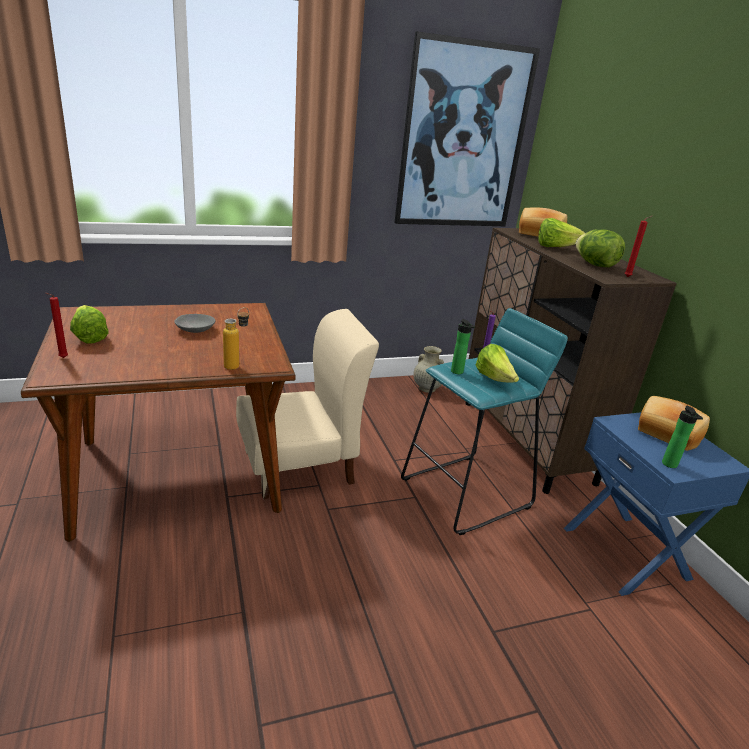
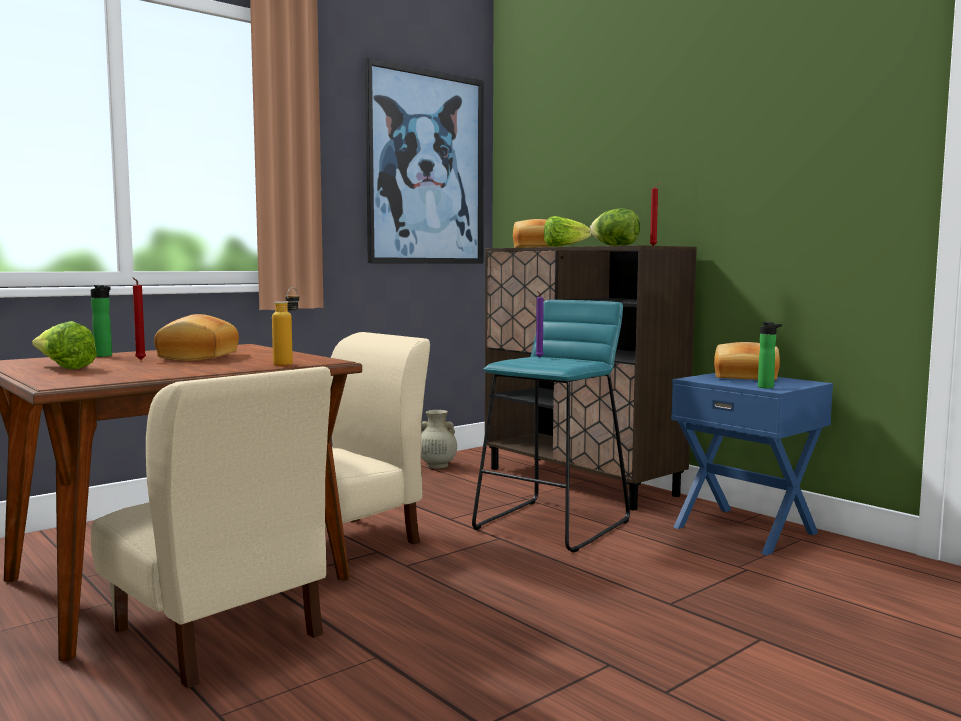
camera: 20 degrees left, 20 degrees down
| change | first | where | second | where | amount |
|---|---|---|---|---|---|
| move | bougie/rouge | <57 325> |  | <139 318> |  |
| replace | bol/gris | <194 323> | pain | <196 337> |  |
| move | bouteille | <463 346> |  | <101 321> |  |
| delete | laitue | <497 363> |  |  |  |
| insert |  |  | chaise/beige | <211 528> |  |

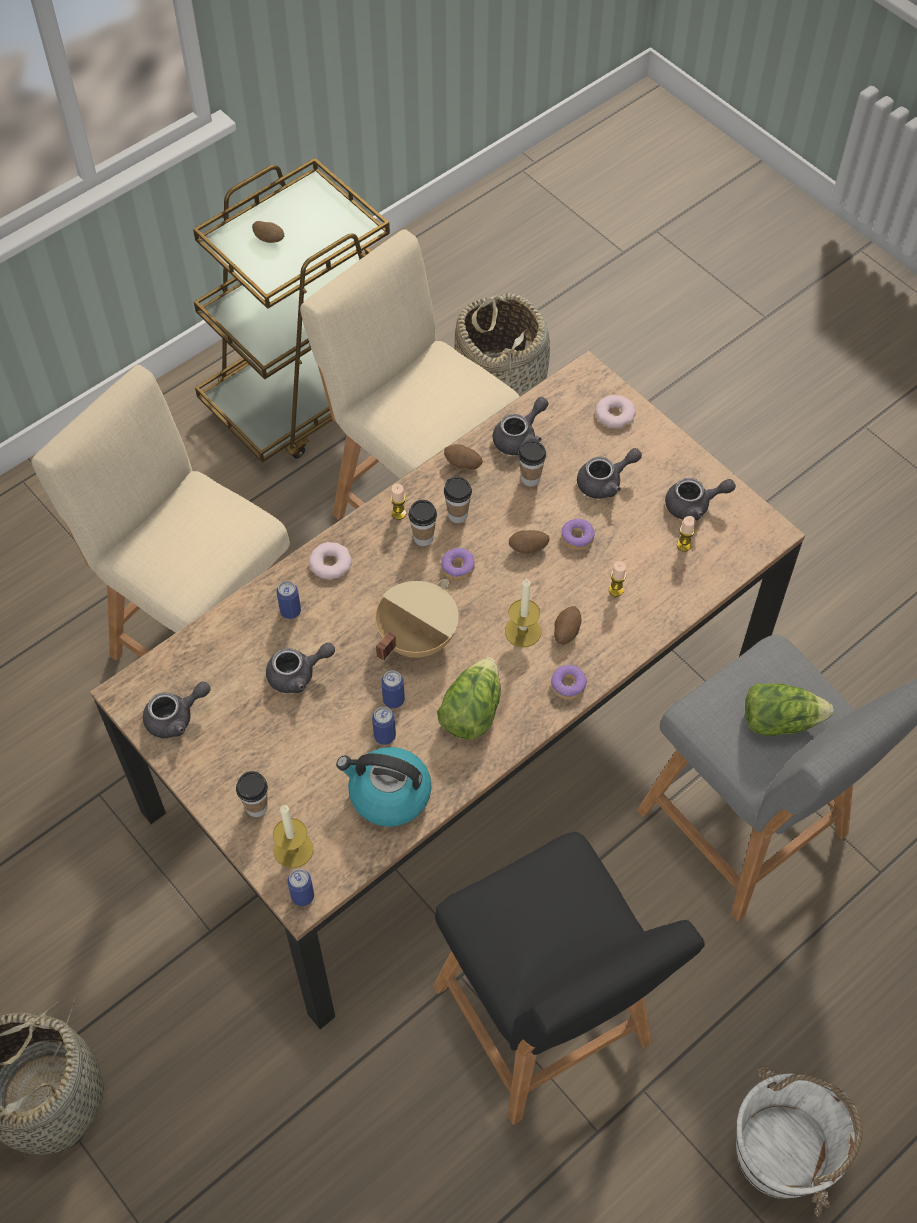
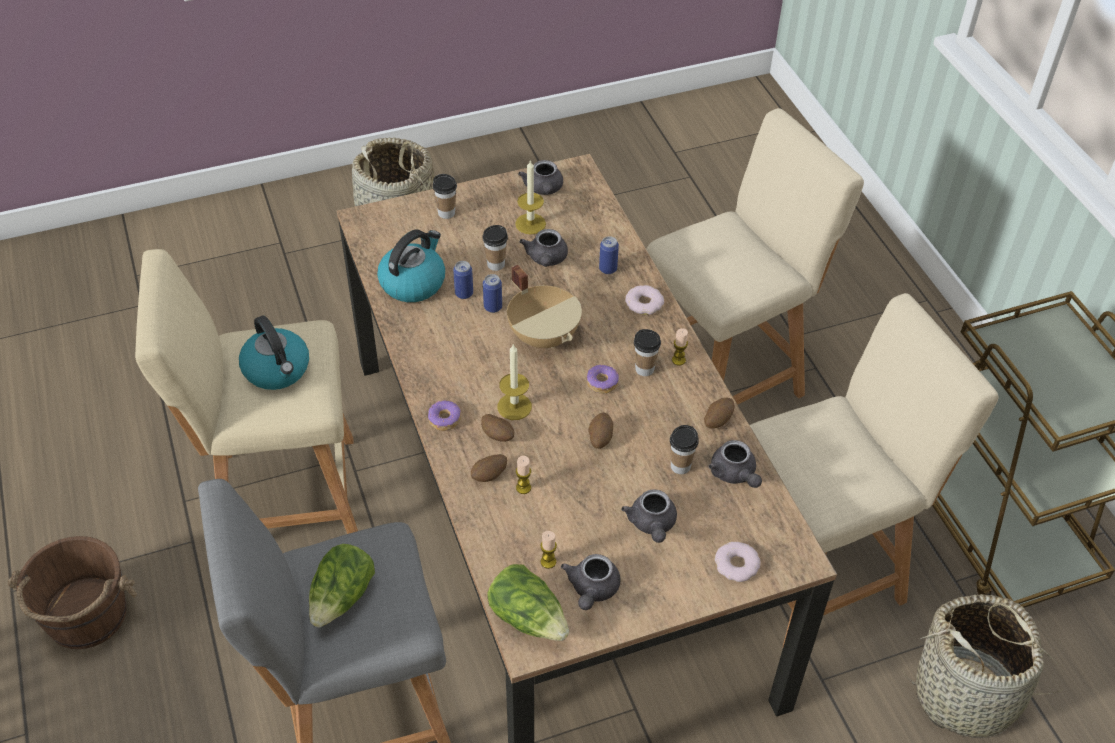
camera: 110 degrees right, 10 degrees down
| change | first | where | second | where | amount |
|---|---|---|---|---|---|
| move | pomme de terre | <268 232> |  | <489 468> |  |
| move | bougie | <293 836> |  | <530 197> |  |
| delete | boîte métallique | <300 887> |  |  |  |
| recolor | tabouret/noir | <569 978> | tabouret/beige | <246 391> |  |
| move | laitue | <469 698> |  | <528 602> |  |
| move | tasse | <458 499> |  | <495 248> |  |
| delete | beignet | <578 534> |  |  |  |
| recolor | seau/blanc | <799 1141> | seau/marron | <72 592> |  |
| insert |  |  | bouilloire | <274 352> |  |

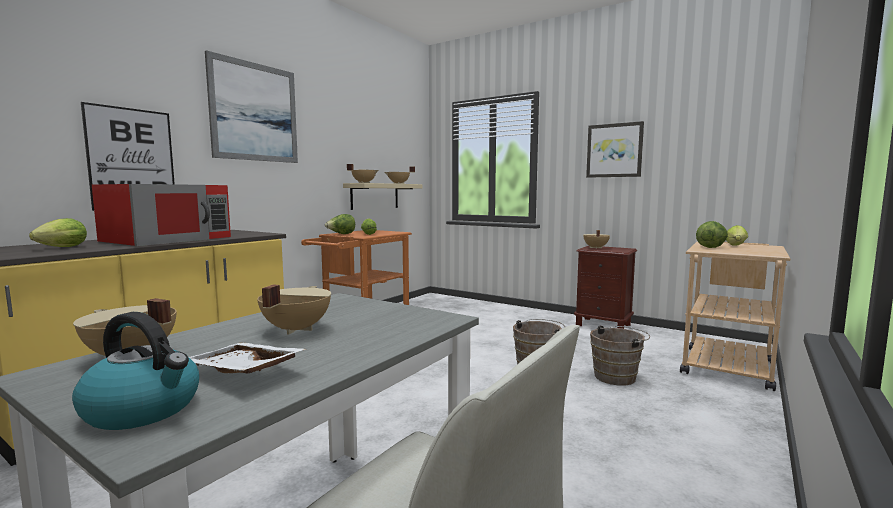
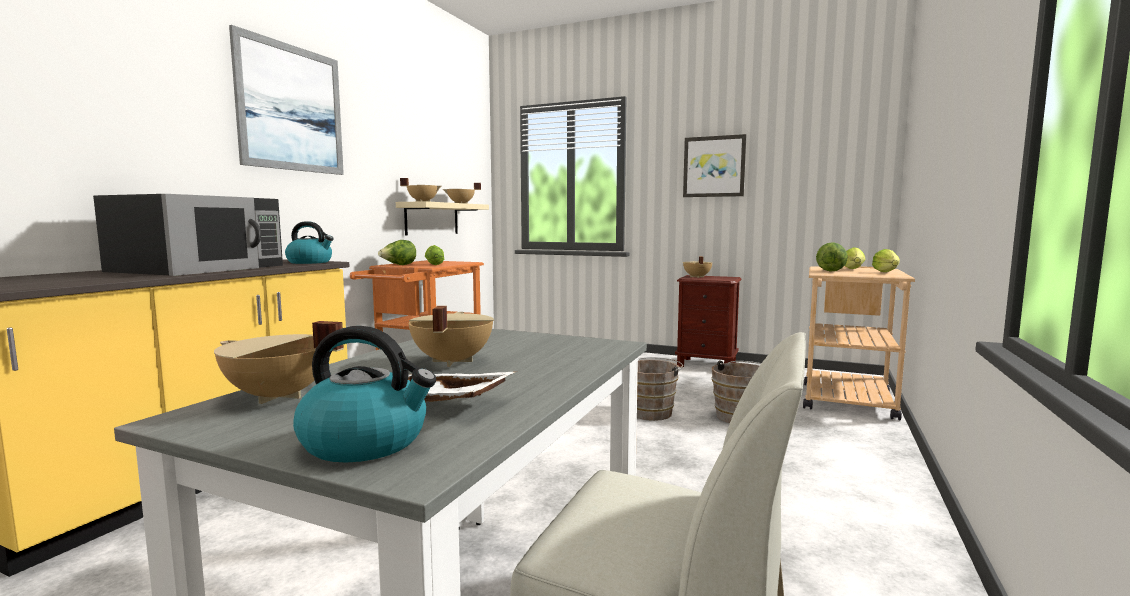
camera: 10 degrees left, 0 degrees up
| change | first | where | second | where | amount |
|---|---|---|---|---|---|
| move | laitue | <58 232> |  | <886 260> |  |
| delete | tableau | <128 156> |  |  |  |
| recolor | micro-ondes/rouge | <161 215> | micro-ondes/noir | <188 235> |  |
| insert |  |  | bouilloire | <309 242> |  |

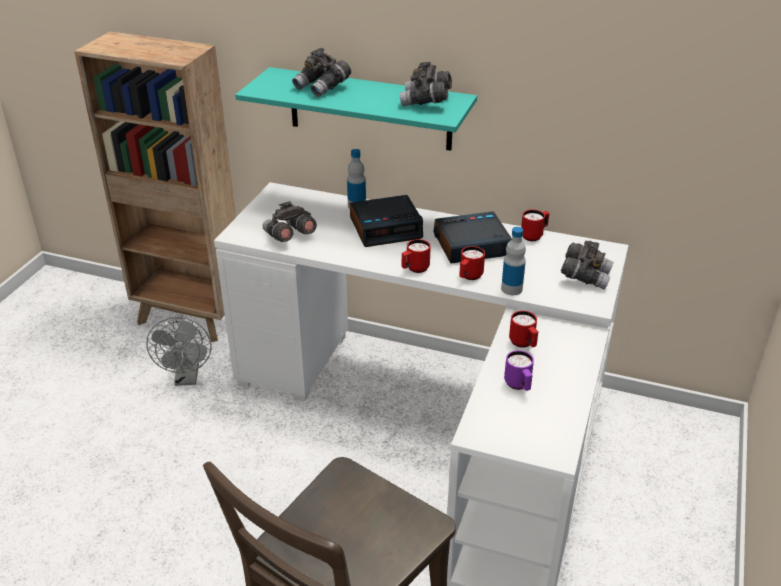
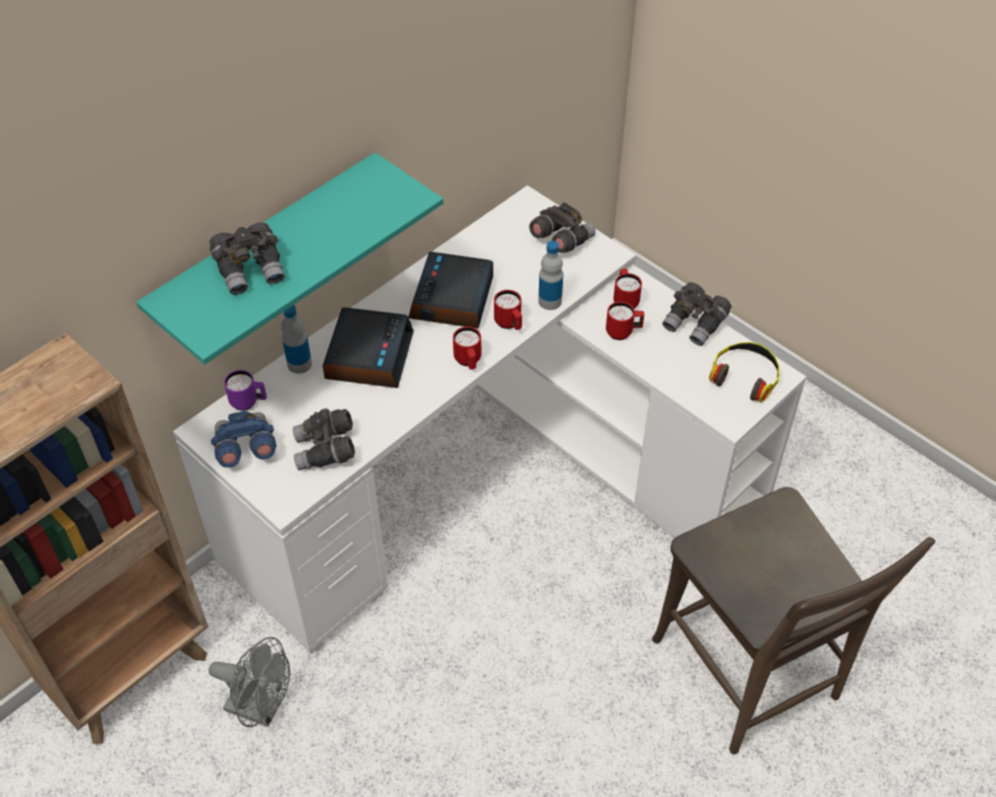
camera: 65 degrees left, 15 degrees up
| change | first | where | second | where | amount |
|---|---|---|---|---|---|
| move | jumelles/gris | <426 84> |  | <697 314> |  |
| move | mug/violet | <519 370> |  | <245 390> |  |
| move | mug/rouge | <535 225> |  | <627 289> |  |
| insert |  |  | jumelles/bleu | <243 439> |  |
| insert |  |  | casque audio | <744 372> |  |

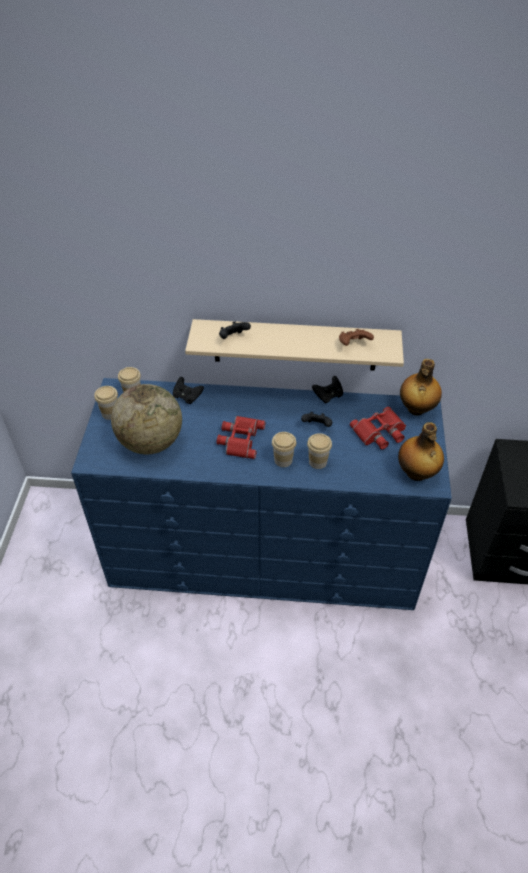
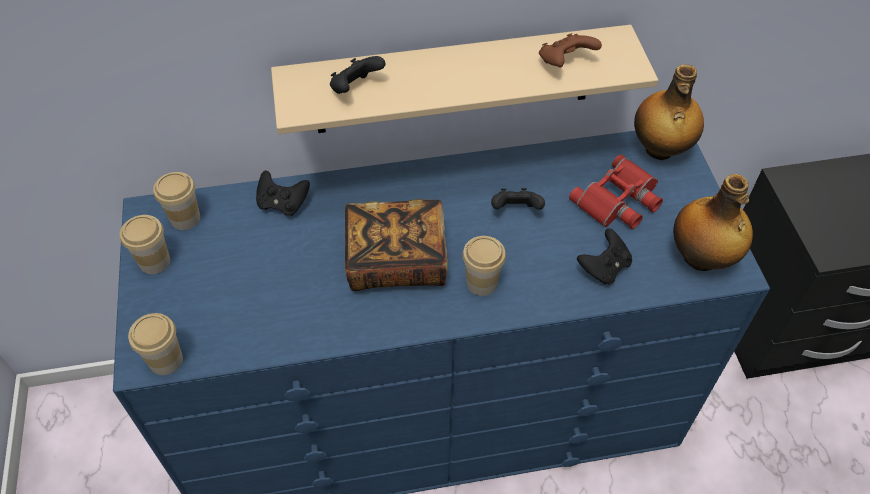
camera: 15 degrees left, 5 degrees up
| change | first | where | second | where | amount |
|---|---|---|---|---|---|
| delete | globe | <146 419> |  |  |  |
| replace | jumelles/rouge | <241 437> | livre | <396 245> |  |
| move | tasse | <319 451> |  | <155 344> |  |
| move | manette/noir | <327 389> |  | <604 256> |  |

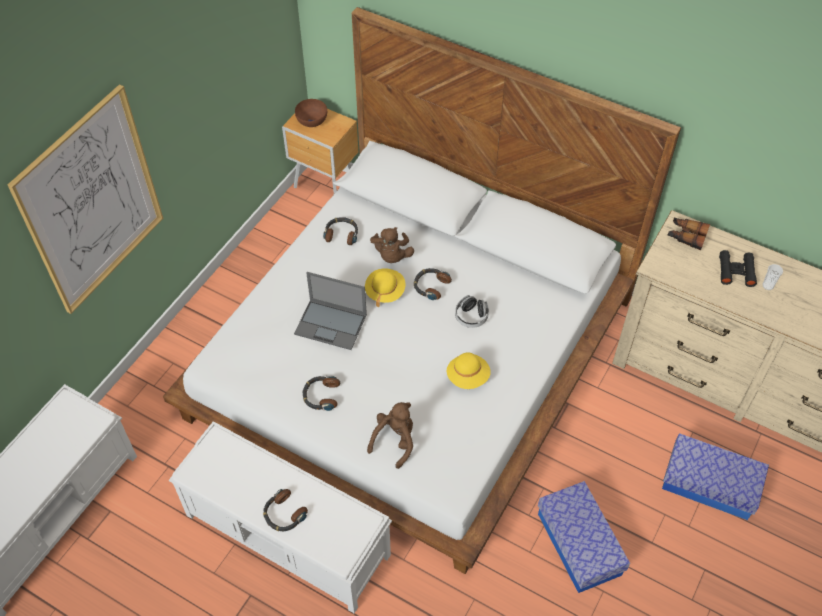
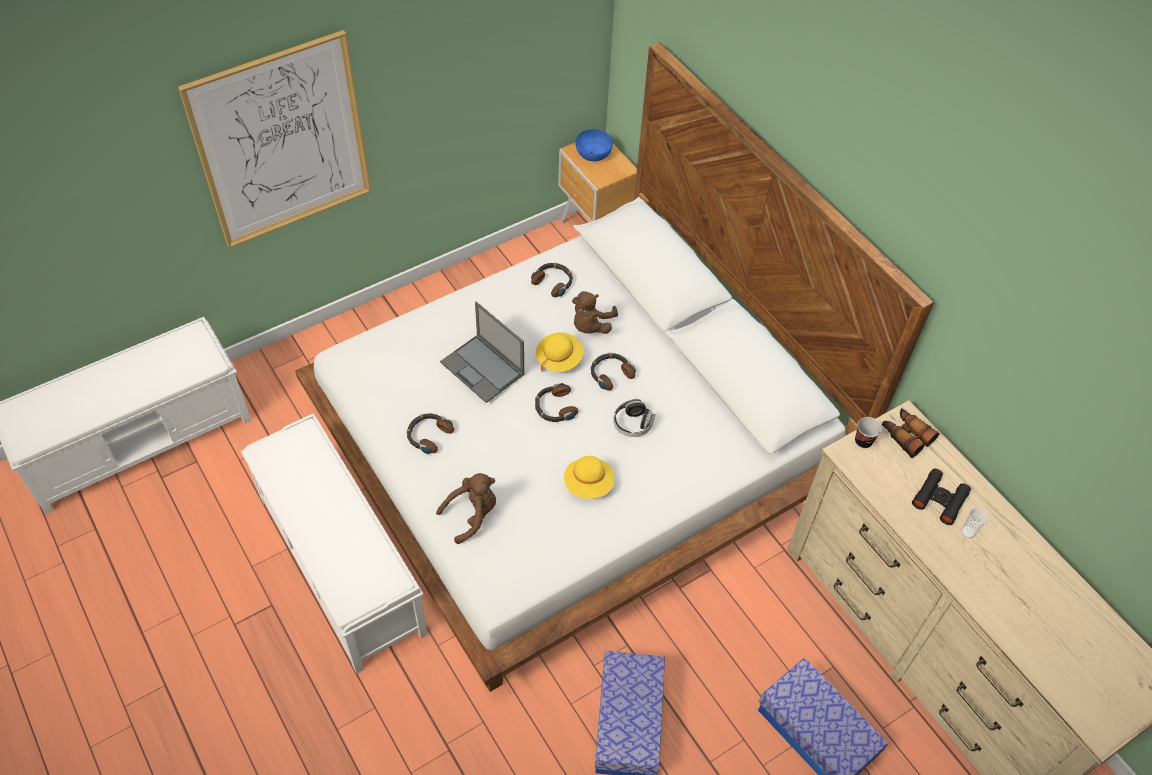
camera: 25 degrees right, 0 degrees up
| change | first | where | second | where | amount |
|---|---|---|---|---|---|
| move | casque audio | <285 510> |  | <556 402> |  |
| recolor | bol/marron | <311 113> | bol/bleu | <594 145> |  |
| insert |  |  | tasse | <868 432> |  |

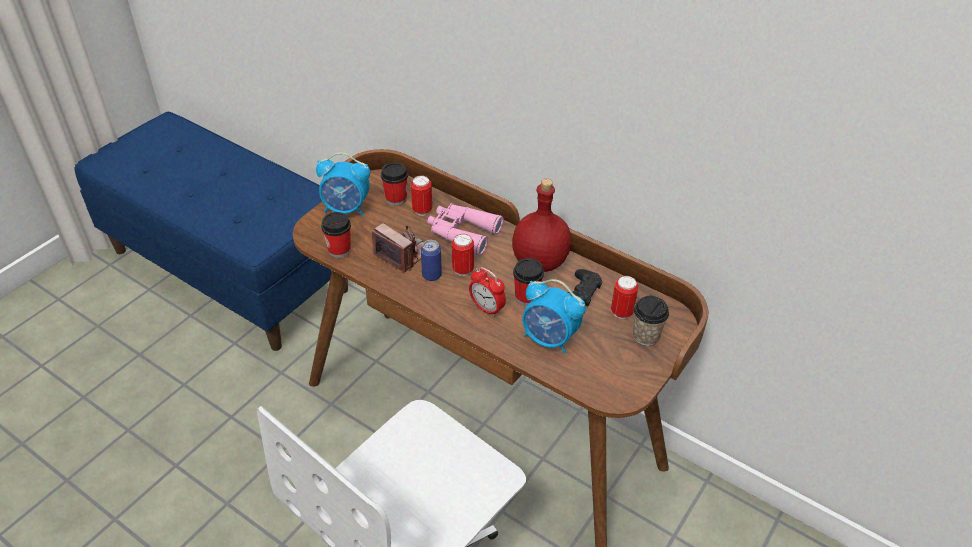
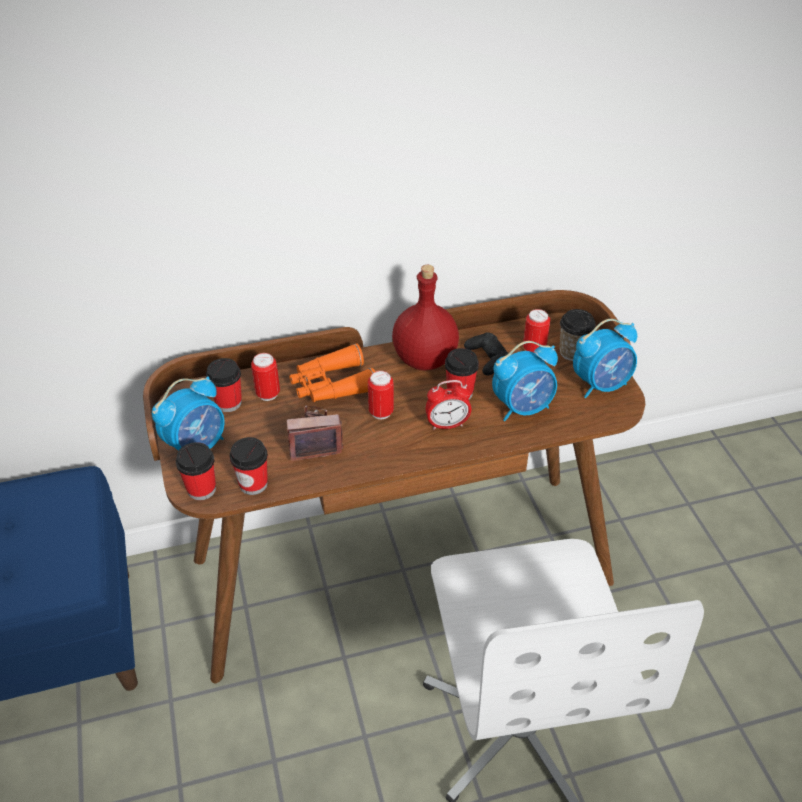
camera: 50 degrees left, 0 degrees up
| change | first | where | second | where | amount |
|---|---|---|---|---|---|
| delete | boîte métallique | <431 260> |  |  |  |
| recolor | jumelles/rose | <465 229> | jumelles/orange | <332 372> |  |
| insert |  |  | tasse | <196 471> |  |
| insert |  |  | réveil | <605 358> |  |

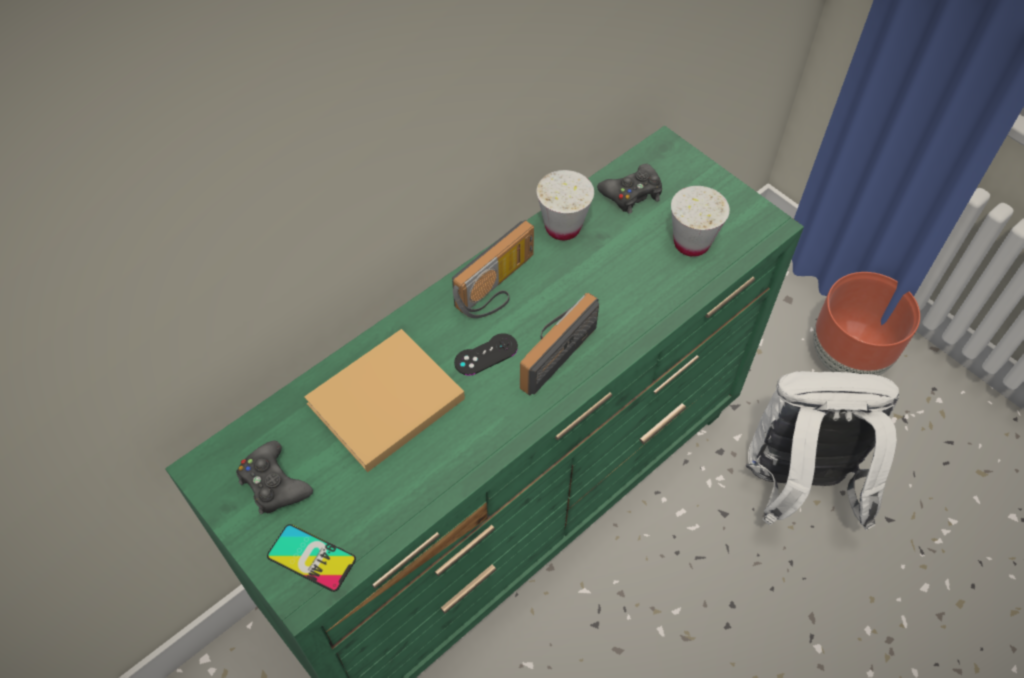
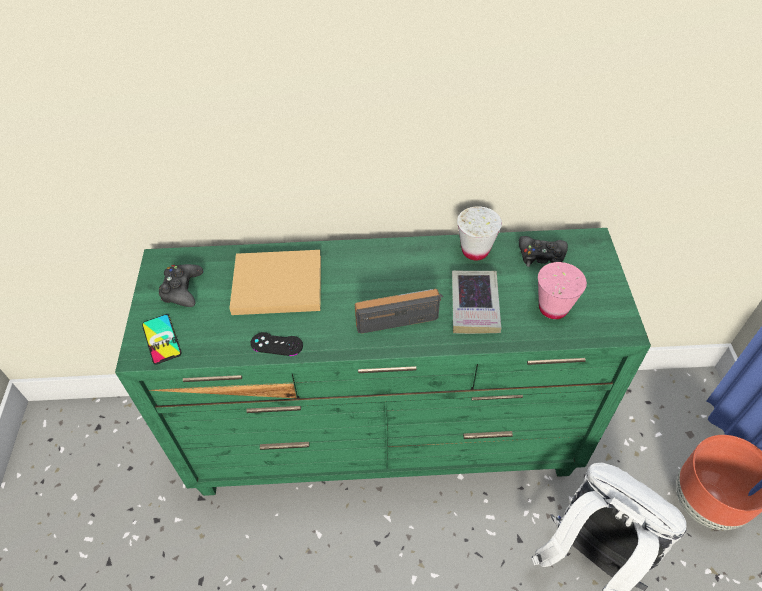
camera: 40 degrees right, 5 degrees down
| change | first | where | second | where | amount |
|---|---|---|---|---|---|
| delete | radio | <493 269> |  |  |  |
| move | manette/noir | <486 354> |  | <276 344> |  |
| recolor | tasse/blanc | <700 221> | tasse/rose | <562 290> |  |
| insert |  |  | livre | <476 302> |  |

